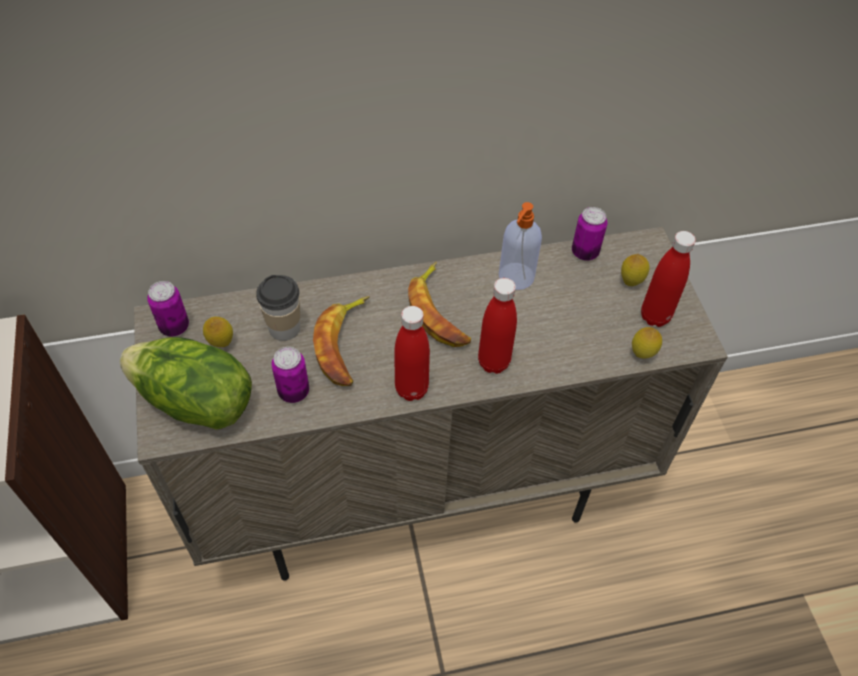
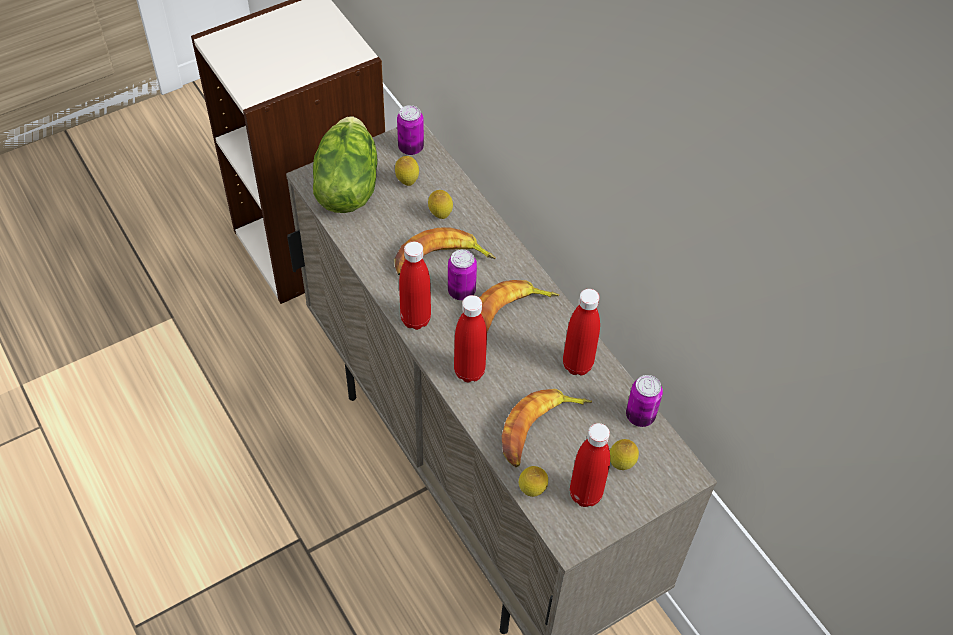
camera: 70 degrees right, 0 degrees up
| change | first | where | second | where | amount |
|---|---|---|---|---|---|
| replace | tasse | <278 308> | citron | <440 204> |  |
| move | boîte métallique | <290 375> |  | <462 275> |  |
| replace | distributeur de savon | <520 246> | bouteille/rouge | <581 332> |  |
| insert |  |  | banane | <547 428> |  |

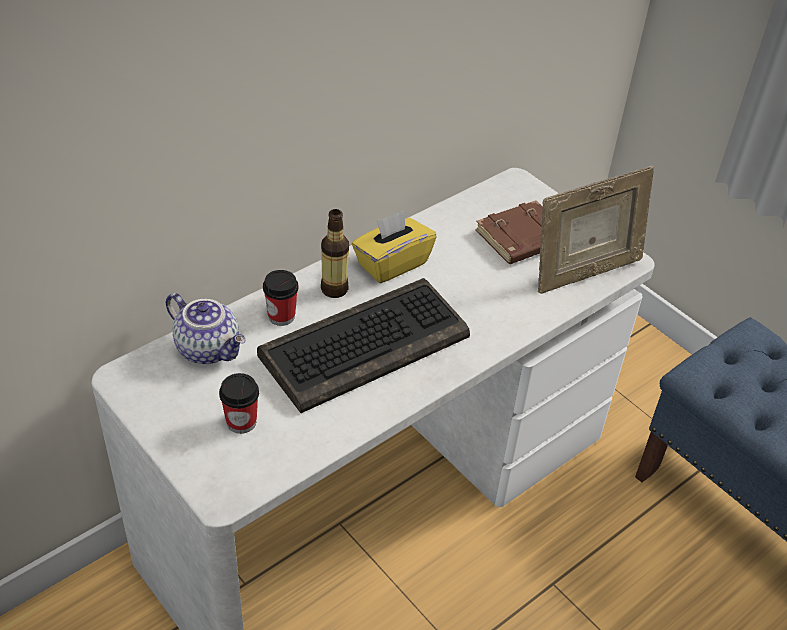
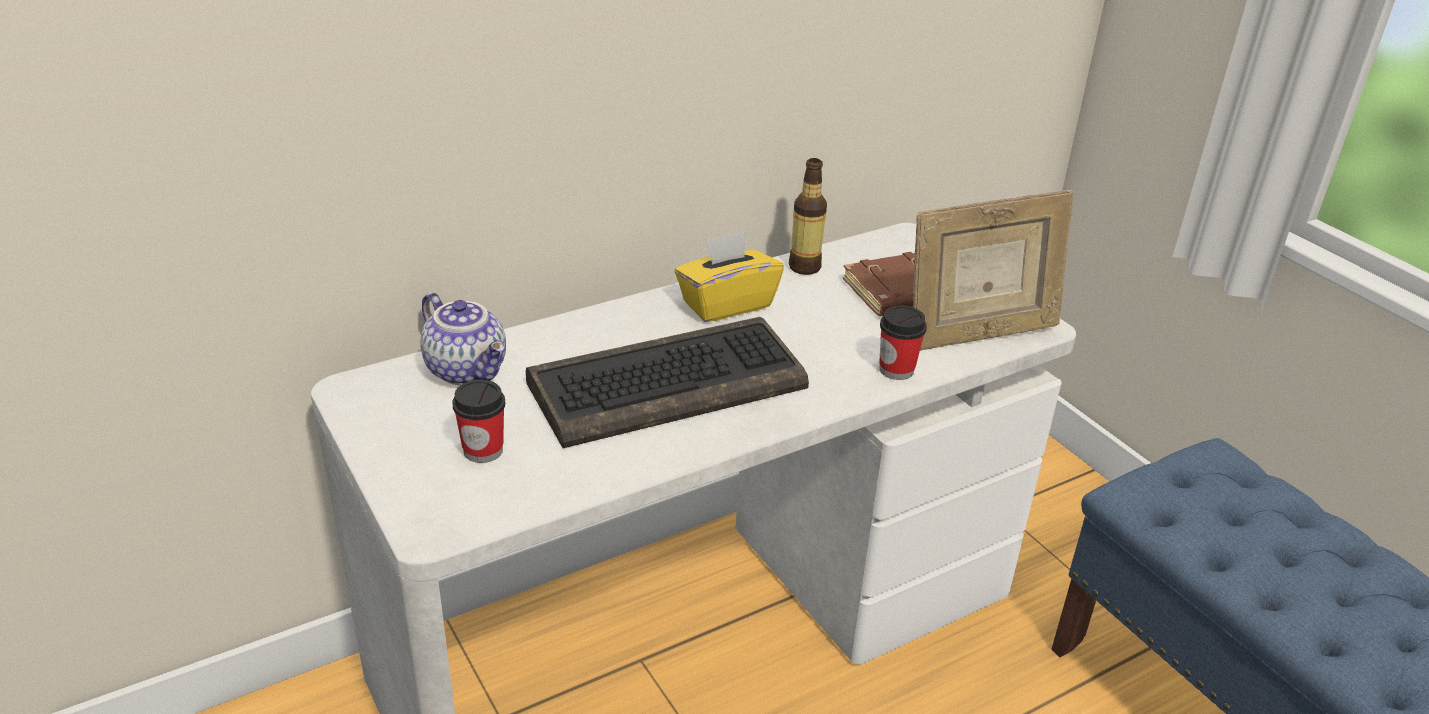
camera: 10 degrees right, 10 degrees down
| change | first | where | second | where | amount |
|---|---|---|---|---|---|
| move | tasse | <281 298> |  | <903 342> |  |
| move | bouteille | <335 253> |  | <808 216> |  |

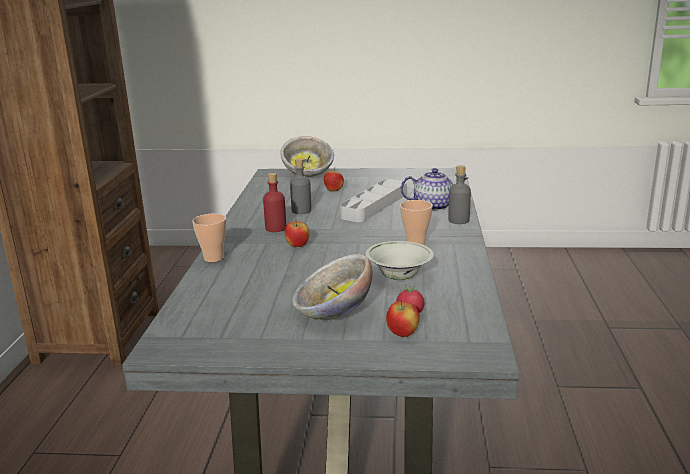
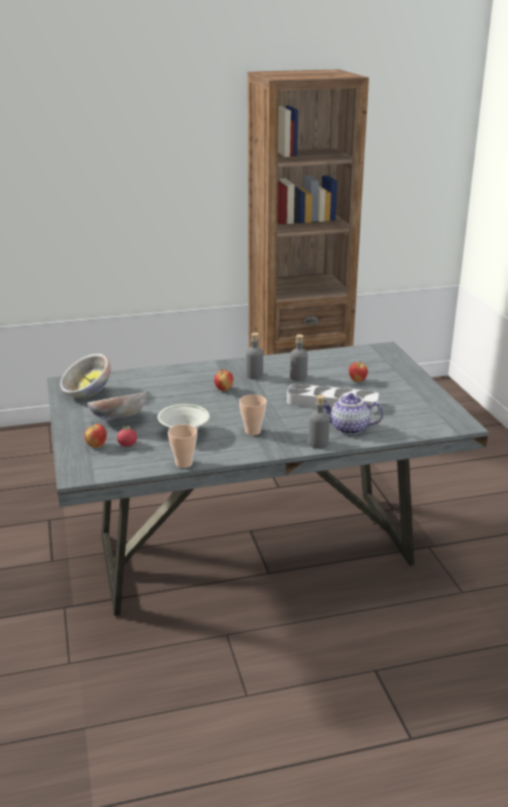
camera: 70 degrees right, 5 degrees up
| change | first | where | second | where | amount |
|---|---|---|---|---|---|
| move | tasse | <209 238> |  | <182 446> |  |
| recolor | bouteille/rouge | <274 202> | bouteille/gris | <254 356> |  |
| move | bol | <307 156> |  | <85 376> |  |
| rotate | théière | <434 189> |  | <354 414> | 120 degrees clockwise |

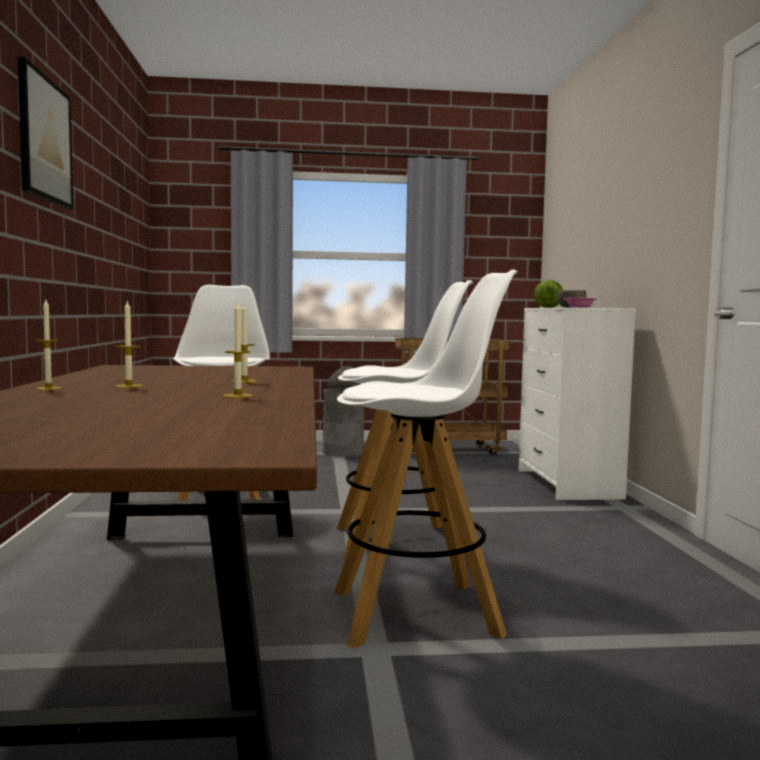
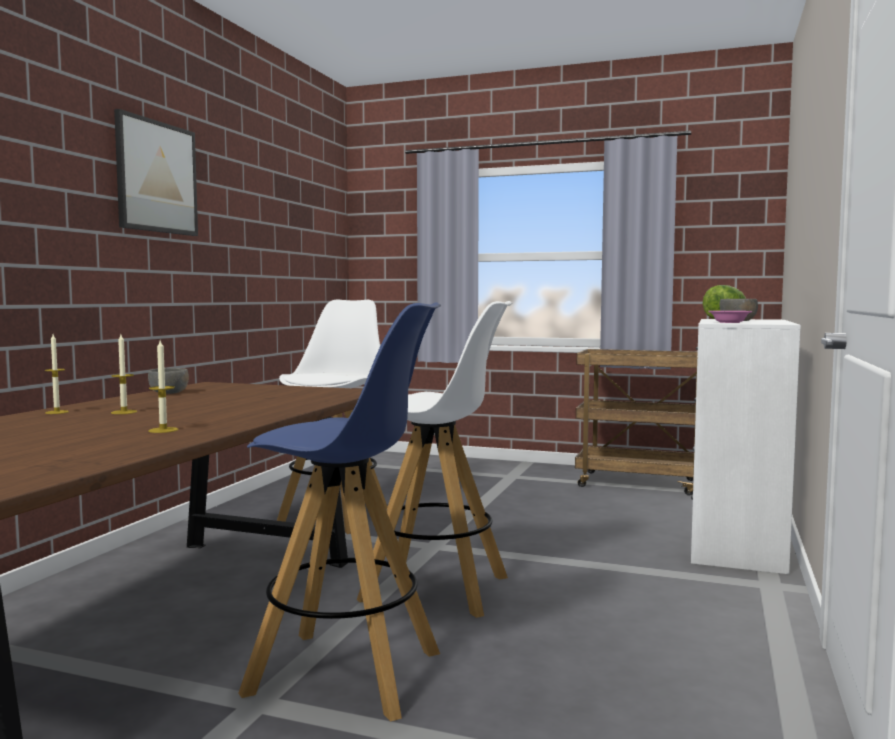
camera: 25 degrees right, 0 degrees up
| change | first | where | second | where | amount |
|---|---|---|---|---|---|
| delete | bougie | <244 343> |  |  |  |
| delete | poubelle/gris | <343 411> |  |  |  |
| recolor | tabouret/blanc | <426 458> | tabouret/bleu | <340 511> |  |
| insert |  |  | bol/gris | <168 381> |  |

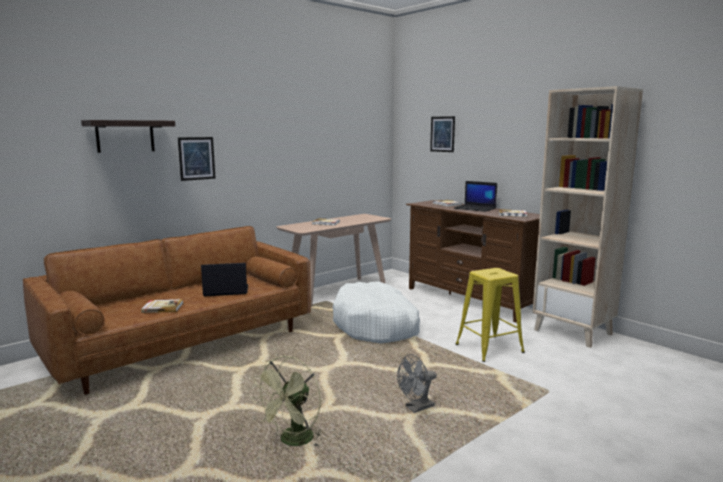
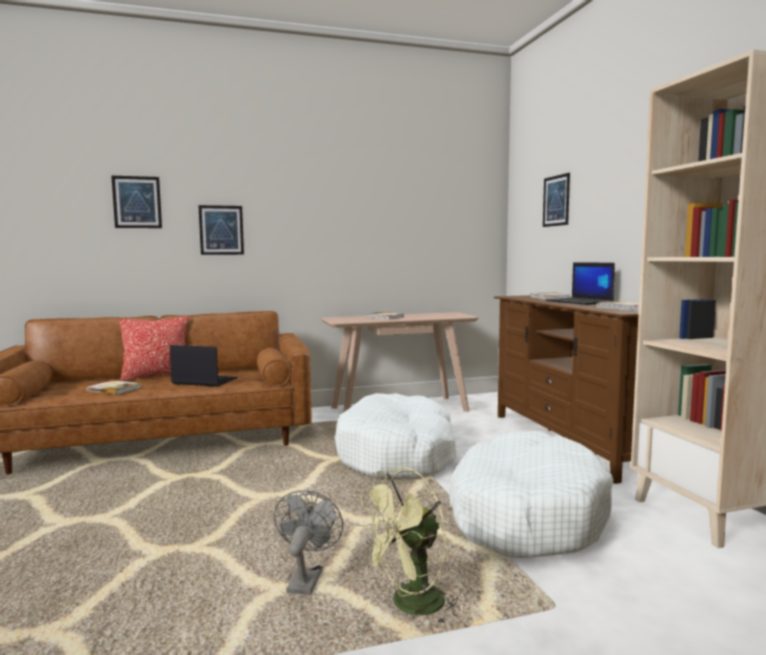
camera: 25 degrees right, 5 degrees down
| change | first | where | second | where | amount |
|---|---|---|---|---|---|
| replace | étagère | <128 136> | tableau | <136 202> |  |
| move | ventilateur/vert | <287 401> |  | <407 546> |  |
| rotate | ventilateur/gris | <417 383> |  | <308 542> | 105 degrees clockwise |
| replace | tabouret/jaune | <490 315> | panier pour chien/blanc | <531 494> |  |
| insert |  |  | coussin | <154 348> |  |

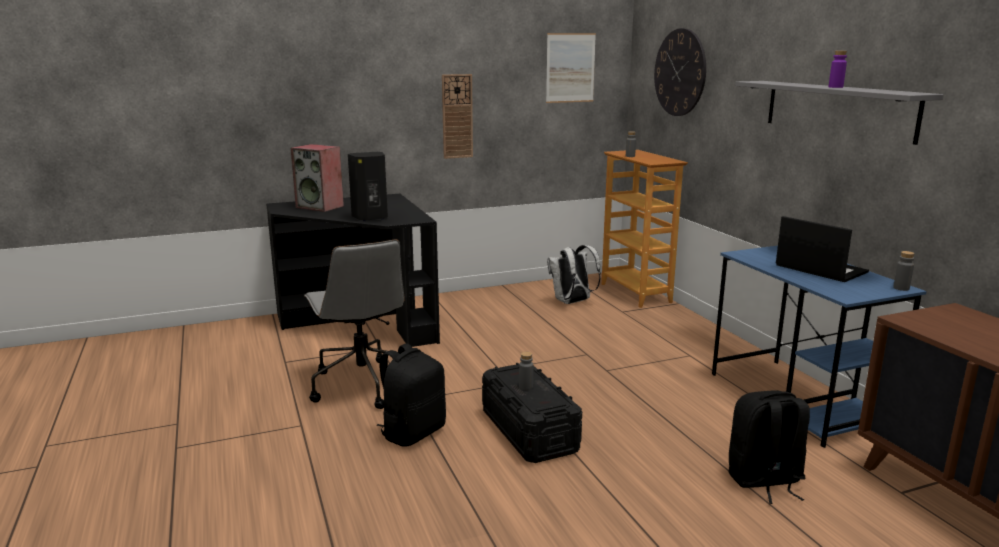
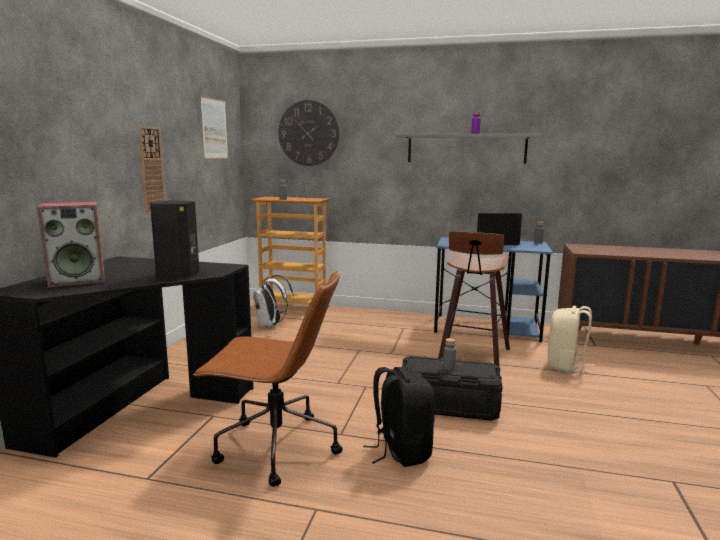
camera: 55 degrees left, 5 degrees down
| change | first | where | second | where | amount |
|---|---|---|---|---|---|
| recolor | chaise de bureau/gris | <354 324> | chaise de bureau/marron | <268 379> |  |
| recolor | sac à dos/noir | <769 447> | sac à dos/beige | <570 339> |  |
| insert |  |  | tabouret | <474 299> |  |

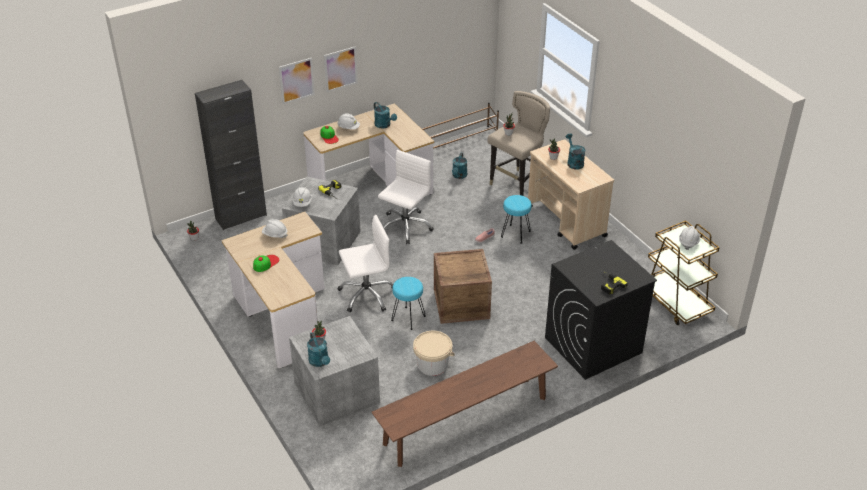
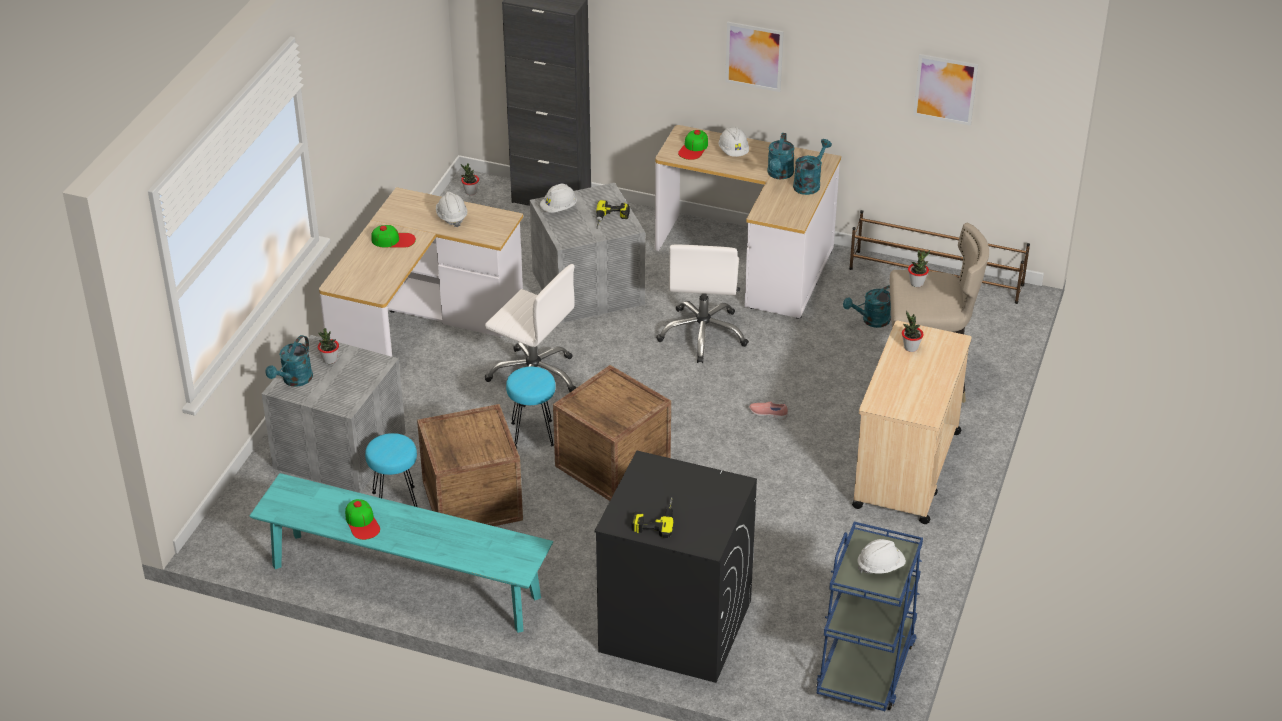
camera: 50 degrees right, 0 degrees up
| change | first | where | second | where | amount |
|---|---|---|---|---|---|
| move | tableau | <297 81> |  | <945 90> |  |
| recolor | banc/marron | <465 404> | banc/turquoise | <401 553> |  |
| rotate | chaise de bureau/blanc | <406 197> |  | <702 304> | 105 degrees clockwise |
| replace | seau/beige | <434 353> | caisse | <470 465> |  |
| move | tabouret/turquoise | <516 219> |  | <391 470> |  |
| move | arrosoir/turquoise | <575 152> |  | <812 167> |  |
| recolor | chariot/marron | <684 272> | chariot/bleu | <869 616> |  |
| insert |  |  | casquette | <362 519> |  |

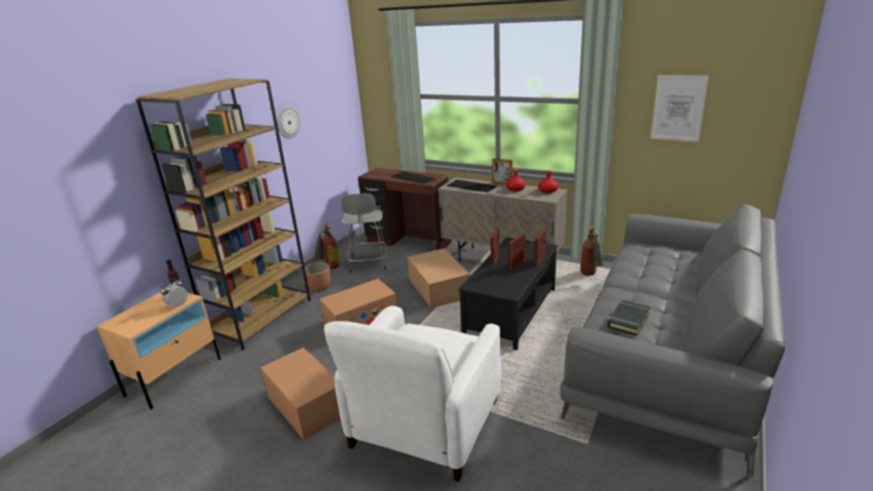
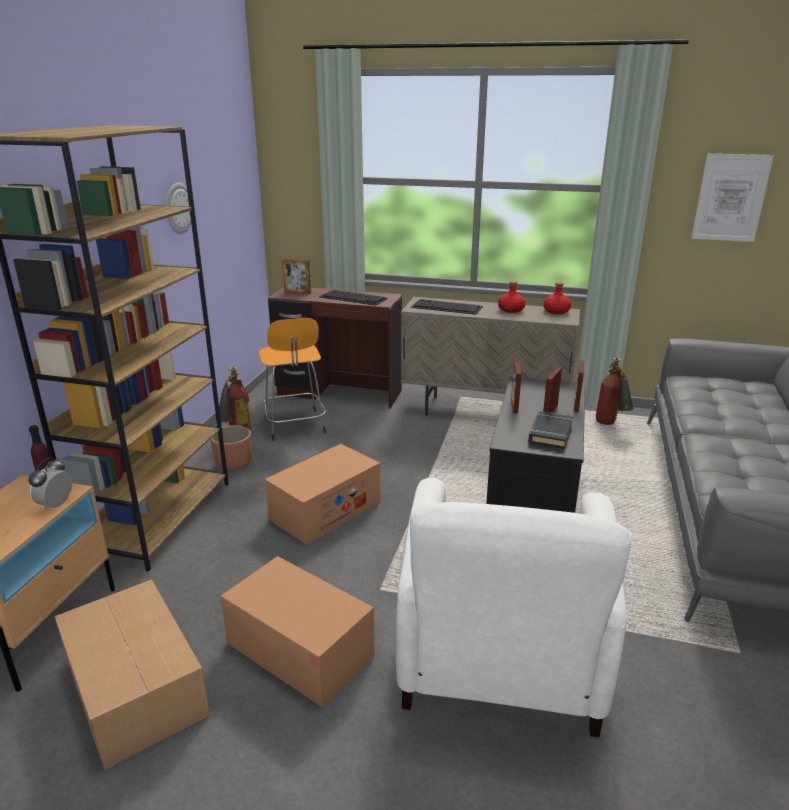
camera: 15 degrees left, 0 degrees up
| change | first | where | second | where | amount |
|---|---|---|---|---|---|
| recolor | tabouret/gris | <364 233> | tabouret/orange | <292 379> |  |
| move | carton | <438 279> |  | <132 674> |  |
| move | cadre photo | <502 172> |  | <296 276> |  |
| move | livre/noir | <629 317> |  | <550 430> |  |

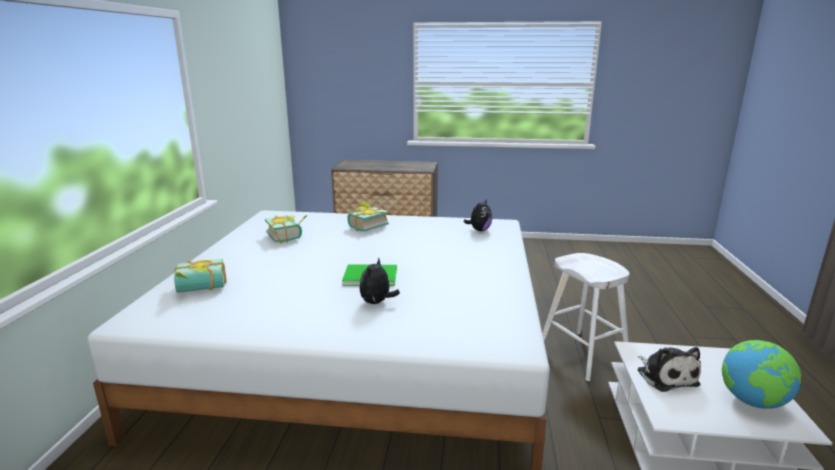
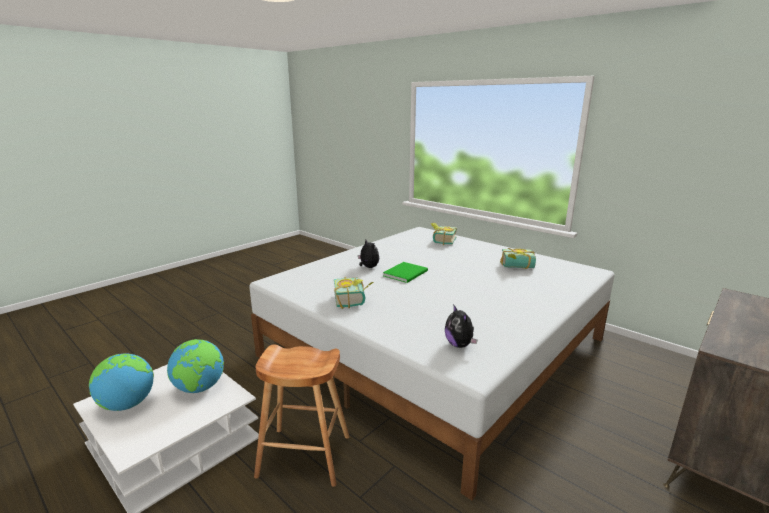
camera: 125 degrees right, 0 degrees up
| change | first | where | second | where | amount |
|---|---|---|---|---|---|
| move | livre | <368 216> |  | <354 293> |  |
| recolor | tabouret/blanc | <585 317> | tabouret/marron | <301 416> |  |
| replace | peluche | <669 369> | globe | <195 366> |  |

